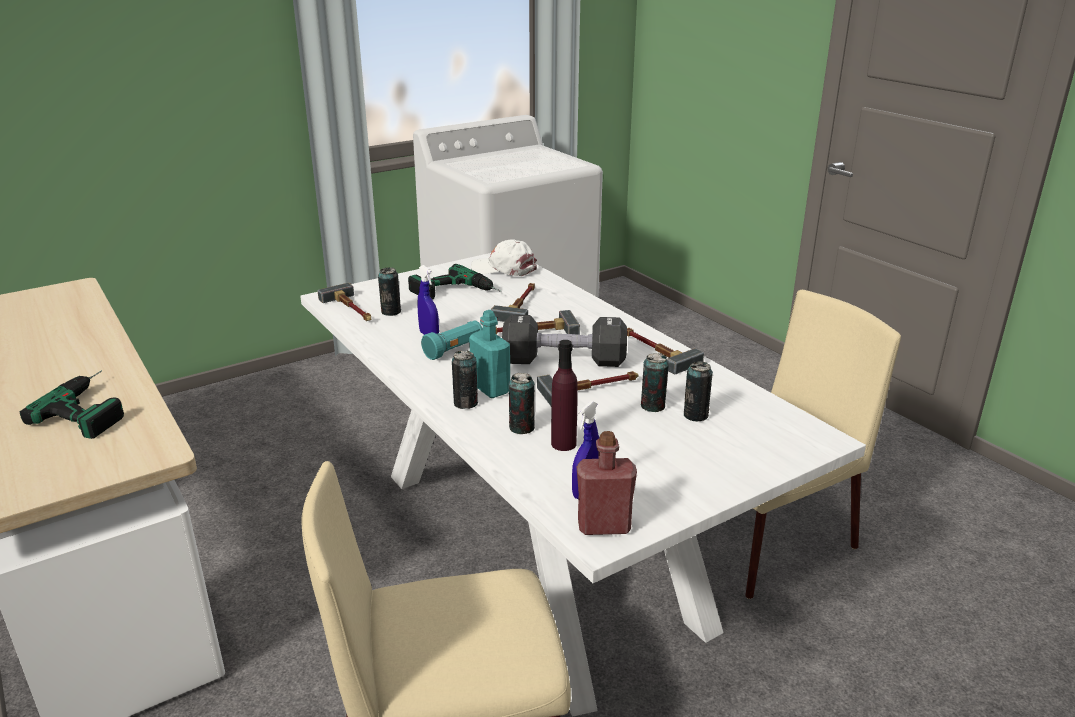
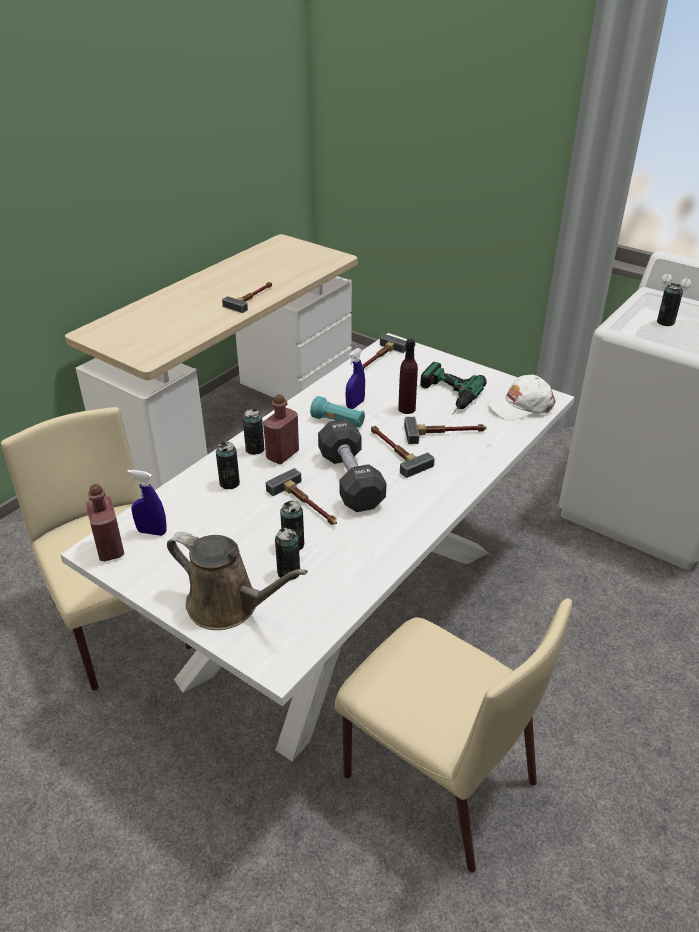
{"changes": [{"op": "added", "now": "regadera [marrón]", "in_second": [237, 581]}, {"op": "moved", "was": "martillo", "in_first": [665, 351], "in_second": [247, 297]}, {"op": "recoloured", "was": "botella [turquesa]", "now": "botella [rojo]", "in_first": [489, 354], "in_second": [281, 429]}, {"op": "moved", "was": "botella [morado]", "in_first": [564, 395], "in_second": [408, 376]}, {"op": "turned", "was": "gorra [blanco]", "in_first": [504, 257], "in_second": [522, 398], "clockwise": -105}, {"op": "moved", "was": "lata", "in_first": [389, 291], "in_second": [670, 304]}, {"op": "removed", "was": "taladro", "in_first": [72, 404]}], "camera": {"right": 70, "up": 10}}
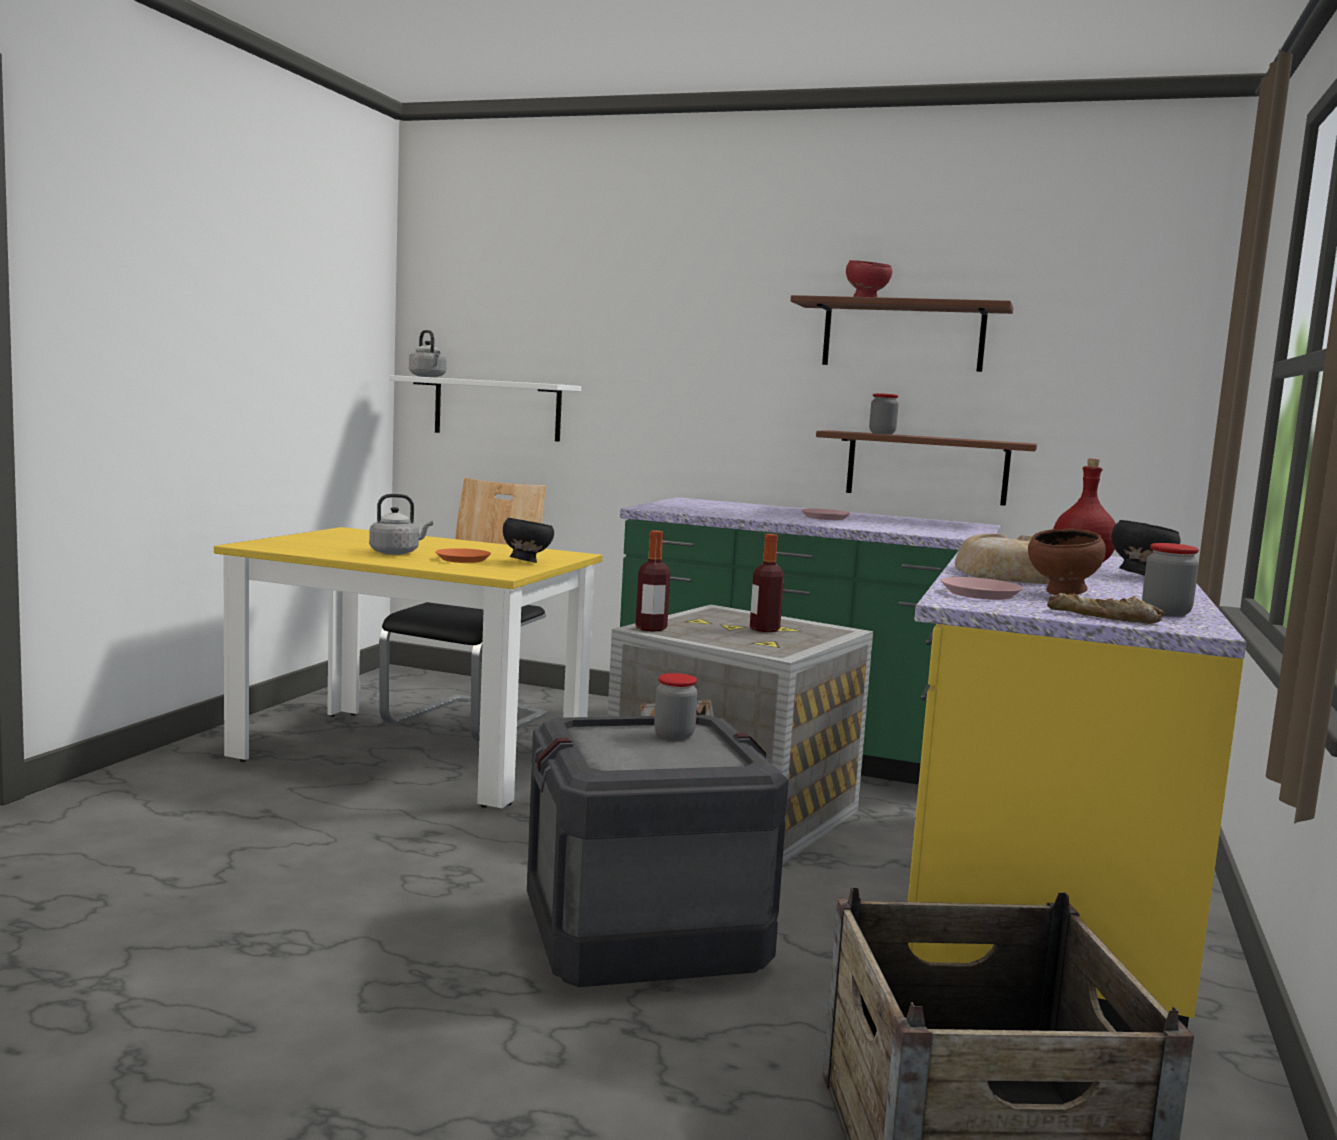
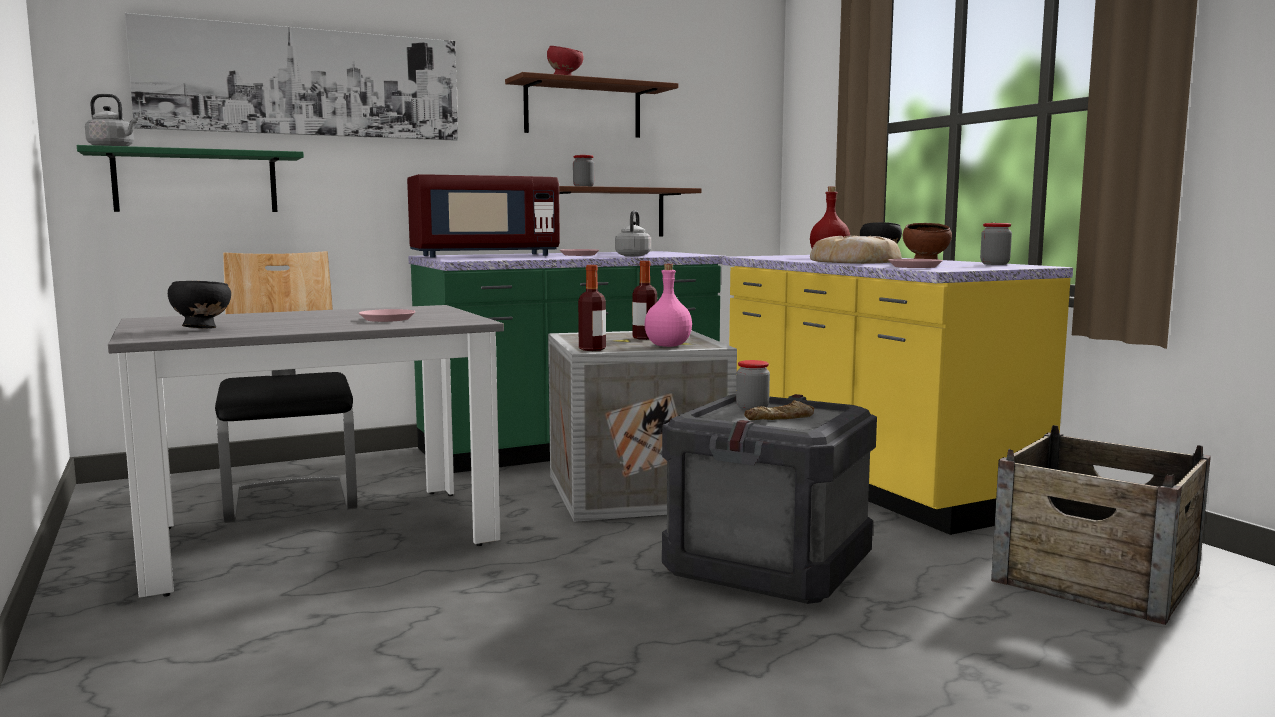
{"changes": [{"op": "recoloured", "was": "estante [blanco]", "now": "estante [verde]", "in_first": [485, 408], "in_second": [190, 178]}, {"op": "recoloured", "was": "mesa de comedor [amarillo]", "now": "mesa de comedor [gris]", "in_first": [408, 667], "in_second": [306, 451]}, {"op": "added", "now": "cuadro", "in_second": [291, 77]}, {"op": "moved", "was": "cuenco [negro]", "in_first": [528, 540], "in_second": [199, 305]}, {"op": "recoloured", "was": "plato [naranja]", "now": "plato [rosa]", "in_first": [463, 555], "in_second": [387, 315]}, {"op": "added", "now": "microondas [rojo]", "in_second": [483, 216]}, {"op": "moved", "was": "hervidor [gris]", "in_first": [401, 524], "in_second": [633, 233]}, {"op": "added", "now": "botella [rosa]", "in_second": [668, 305]}, {"op": "moved", "was": "pan", "in_first": [1106, 608], "in_second": [779, 410]}], "camera": {"right": -45, "up": 0}}
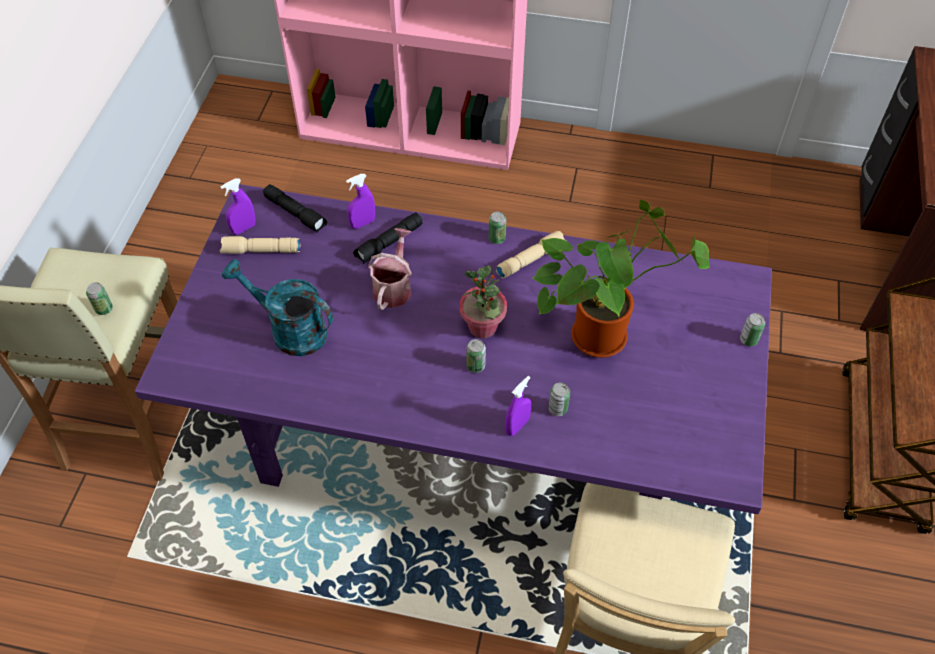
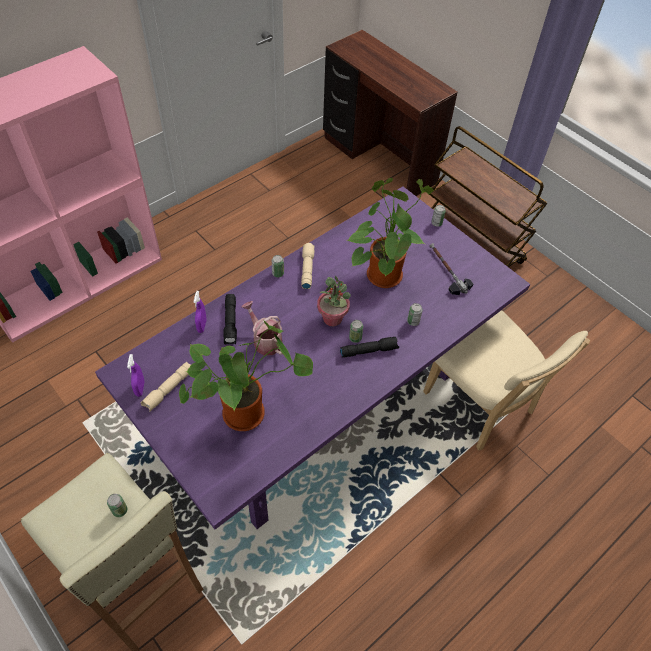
{"changes": [{"op": "replaced", "was": "regadera [turquesa]", "now": "planta en maceta", "in_first": [277, 307], "in_second": [246, 375]}, {"op": "moved", "was": "linterna [negro]", "in_first": [295, 208], "in_second": [369, 347]}, {"op": "added", "now": "martillo", "in_second": [451, 269]}, {"op": "removed", "was": "pulverizador [morado]", "in_first": [518, 406]}], "camera": {"right": -55, "up": 0}}
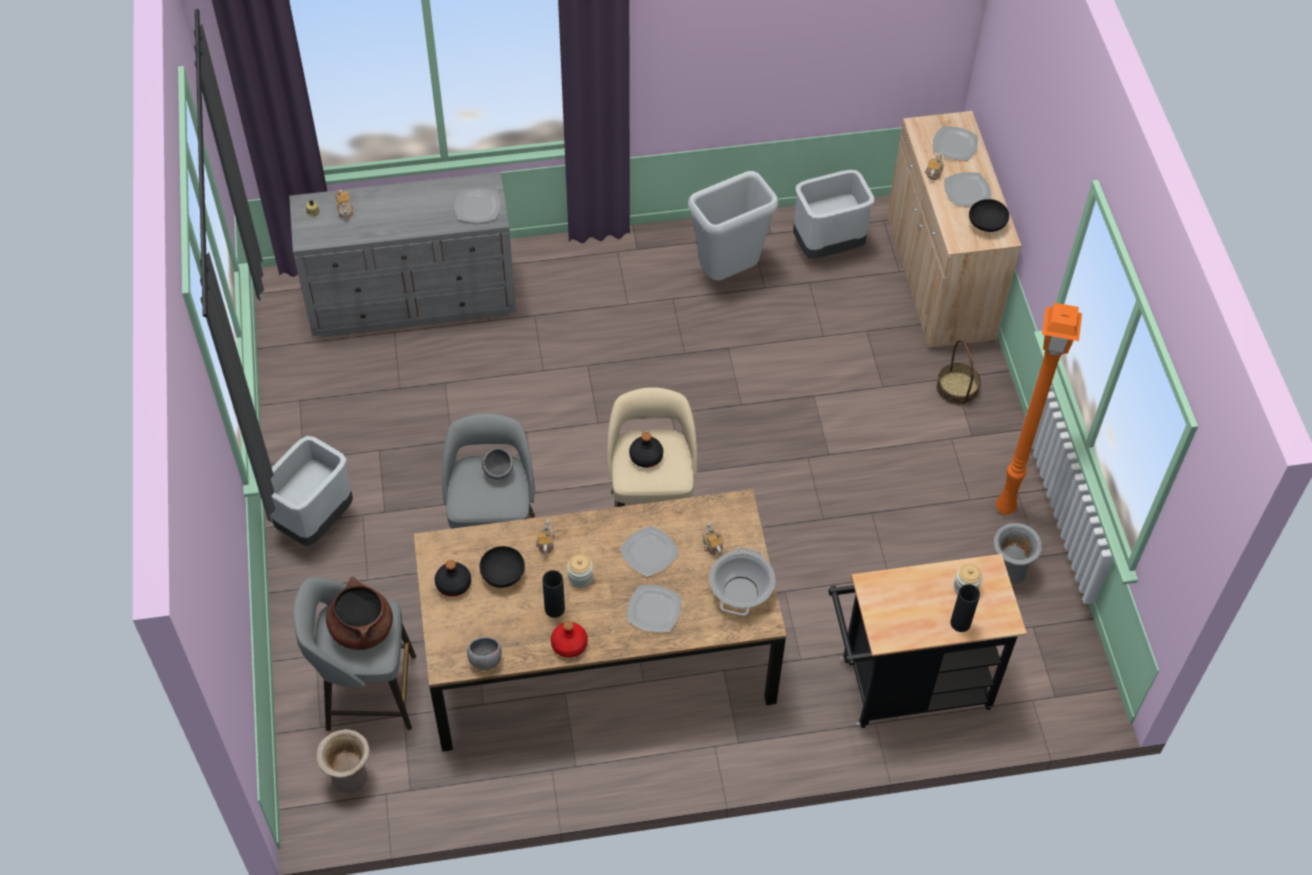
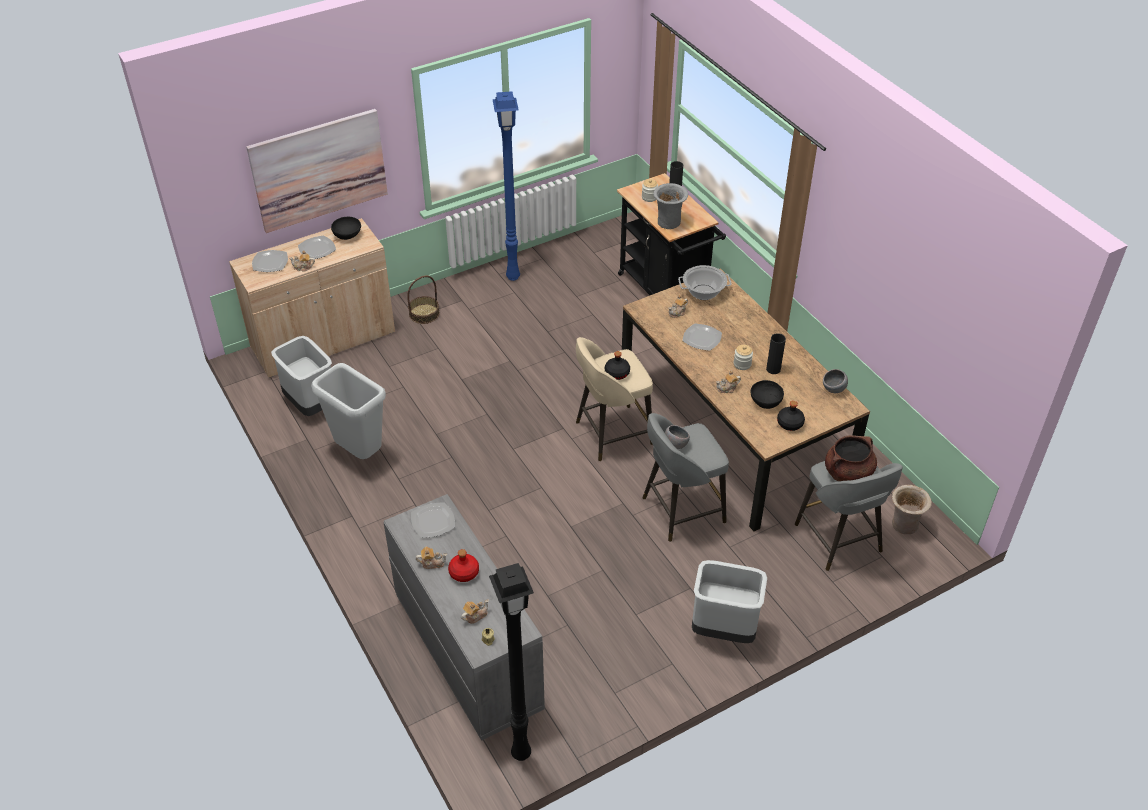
{"changes": [{"op": "added", "now": "cuadro", "in_second": [317, 171]}, {"op": "added", "now": "tetera", "in_second": [431, 558]}, {"op": "moved", "was": "botella [rojo]", "in_first": [569, 639], "in_second": [463, 565]}, {"op": "added", "now": "lámpara de pie [negro]", "in_second": [511, 662]}, {"op": "recoloured", "was": "lámpara de pie [naranja]", "now": "lámpara de pie [azul]", "in_first": [1039, 409], "in_second": [506, 186]}, {"op": "moved", "was": "florero [gris]", "in_first": [1018, 553], "in_second": [670, 206]}, {"op": "removed", "was": "plato", "in_first": [654, 608]}], "camera": {"right": -110, "up": -10}}
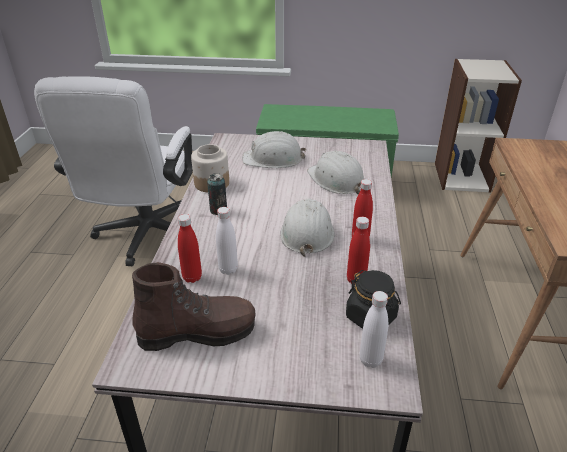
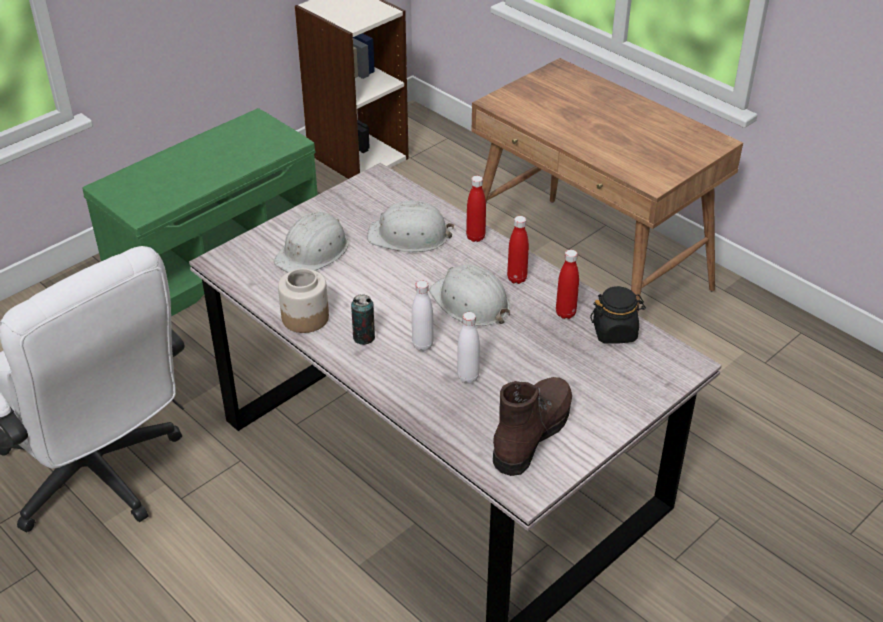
{"changes": [{"op": "moved", "was": "botella [blanco]", "in_first": [374, 329], "in_second": [423, 315]}, {"op": "moved", "was": "botella [rojo]", "in_first": [190, 248], "in_second": [476, 209]}], "camera": {"right": -50, "up": 5}}
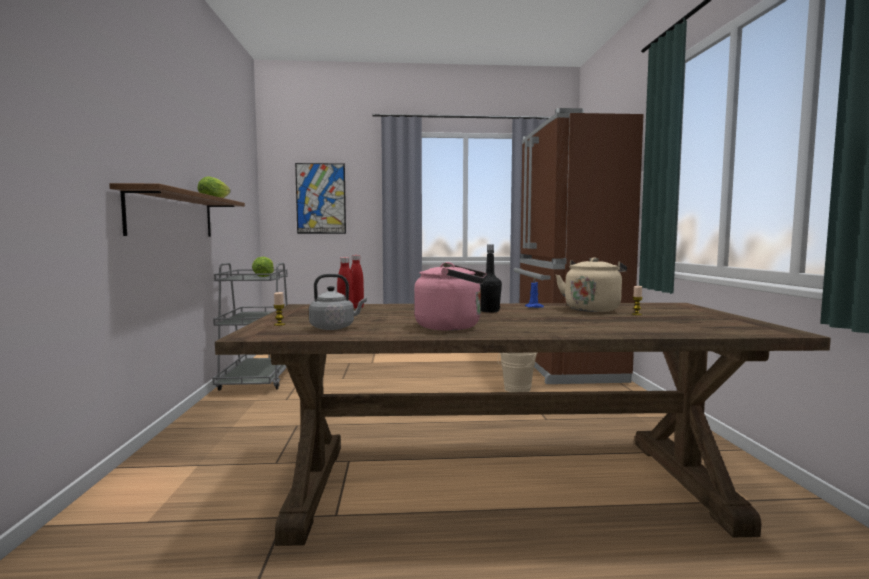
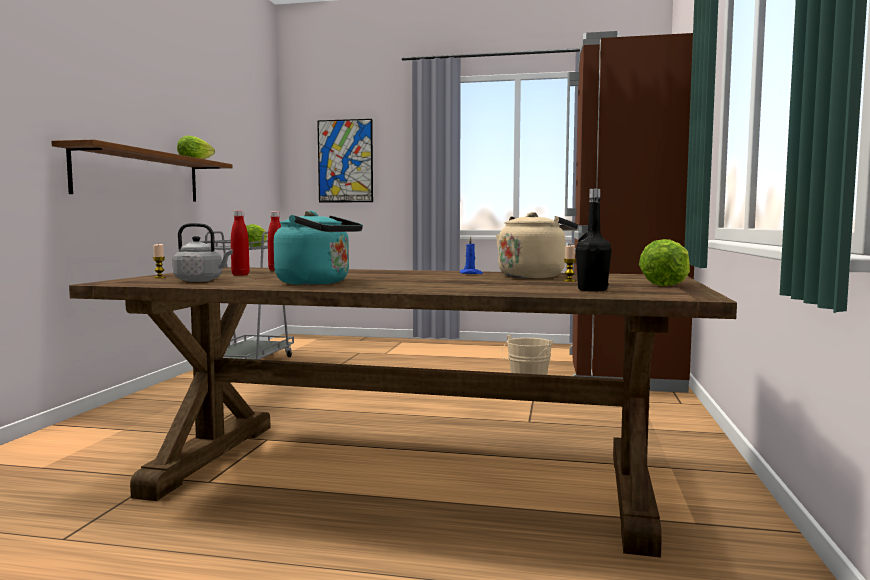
{"changes": [{"op": "recoloured", "was": "hervidor [rosa]", "now": "hervidor [turquesa]", "in_first": [450, 296], "in_second": [318, 248]}, {"op": "moved", "was": "botella [negro]", "in_first": [491, 278], "in_second": [594, 240]}, {"op": "added", "now": "lechuga", "in_second": [664, 262]}], "camera": {"right": 15, "up": 0}}
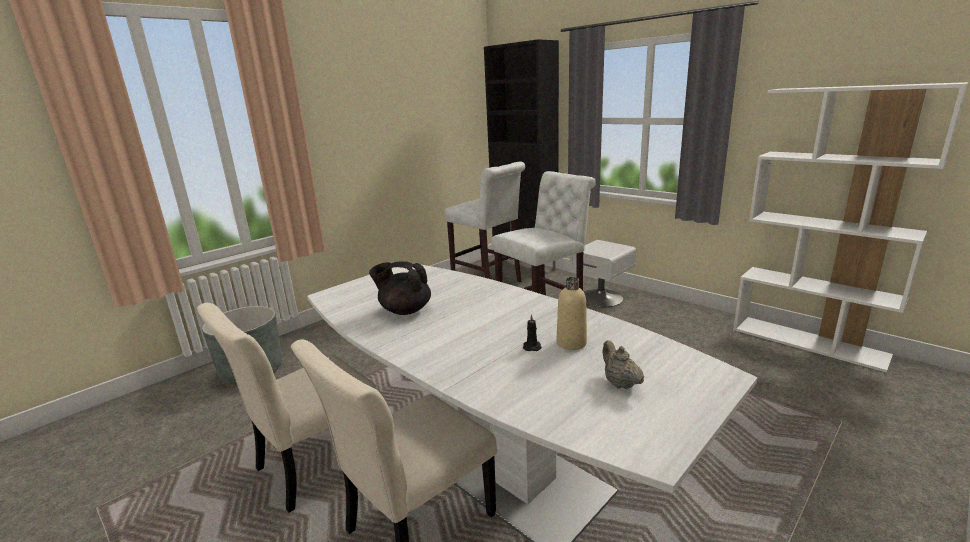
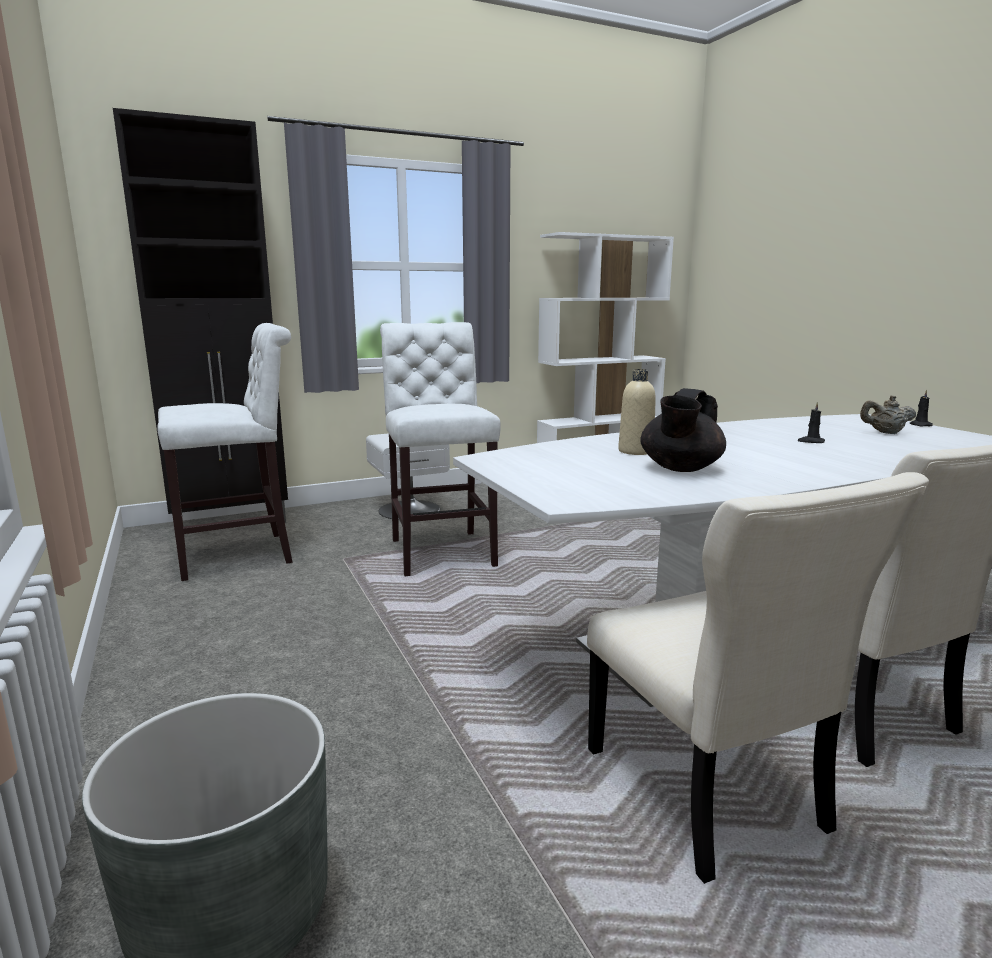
{"changes": [{"op": "moved", "was": "botella [beis]", "in_first": [572, 313], "in_second": [637, 412]}, {"op": "added", "now": "vela [negro]", "in_second": [921, 408]}], "camera": {"right": -70, "up": -5}}
